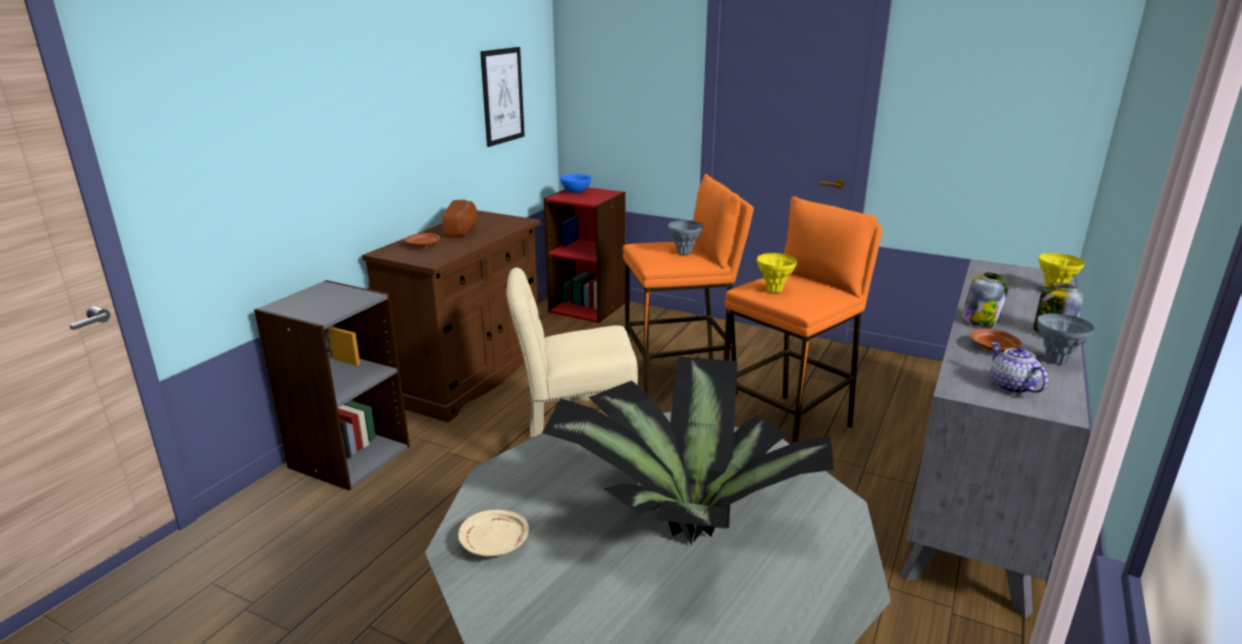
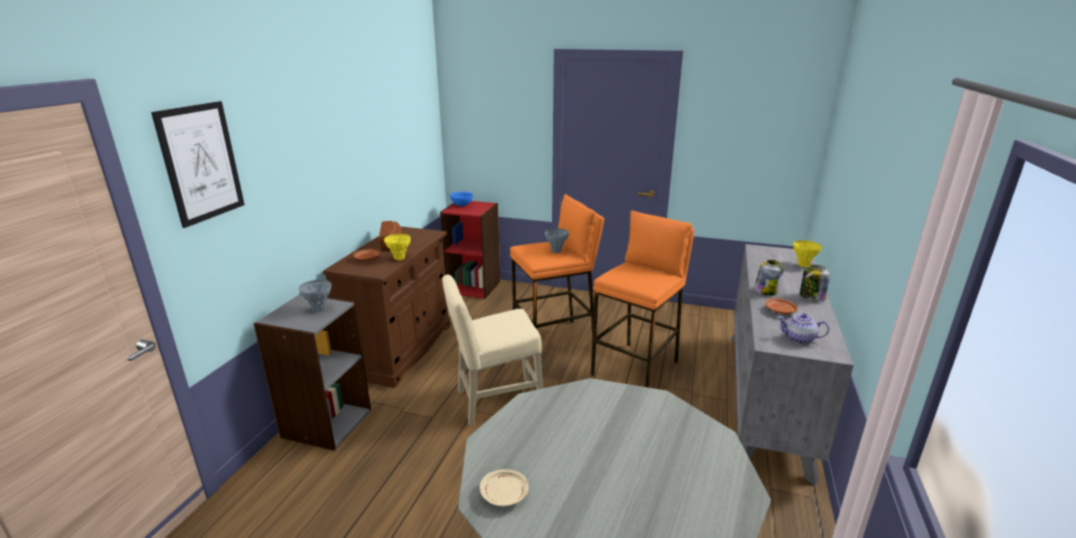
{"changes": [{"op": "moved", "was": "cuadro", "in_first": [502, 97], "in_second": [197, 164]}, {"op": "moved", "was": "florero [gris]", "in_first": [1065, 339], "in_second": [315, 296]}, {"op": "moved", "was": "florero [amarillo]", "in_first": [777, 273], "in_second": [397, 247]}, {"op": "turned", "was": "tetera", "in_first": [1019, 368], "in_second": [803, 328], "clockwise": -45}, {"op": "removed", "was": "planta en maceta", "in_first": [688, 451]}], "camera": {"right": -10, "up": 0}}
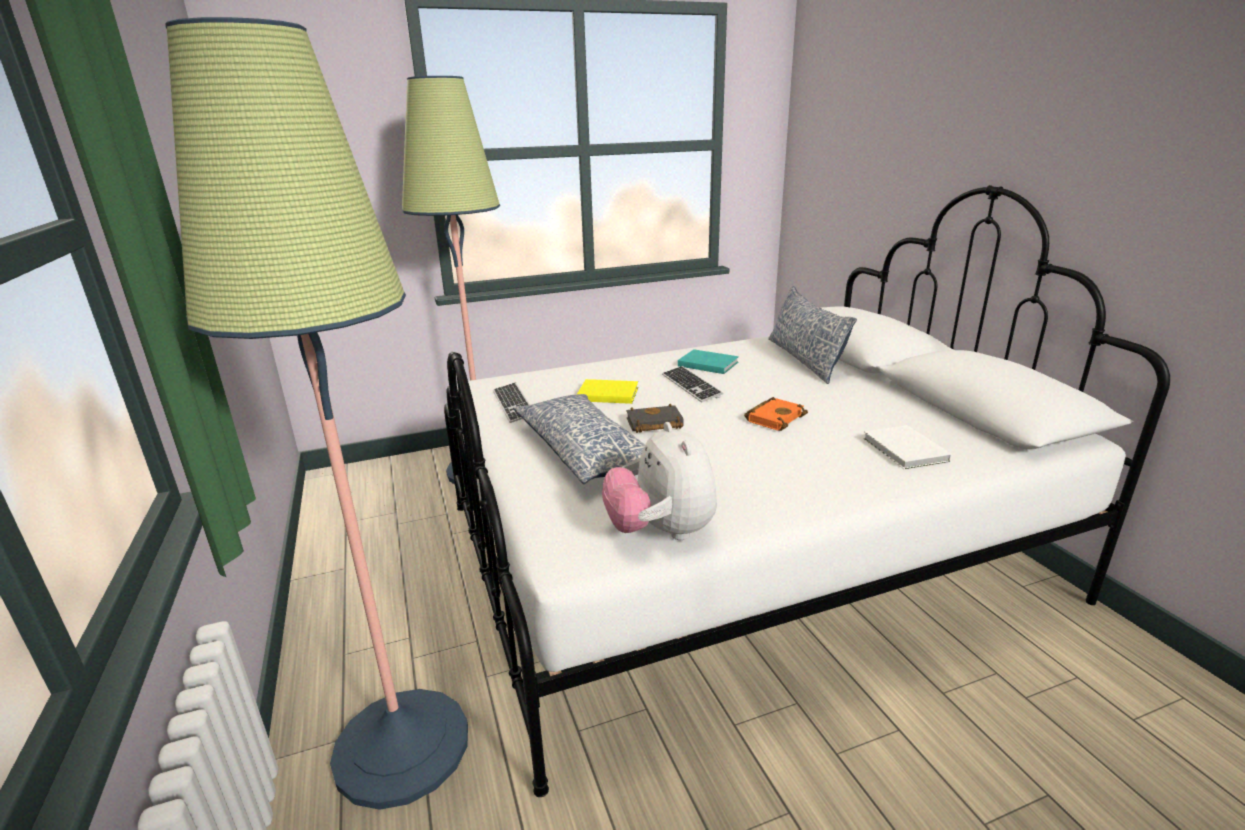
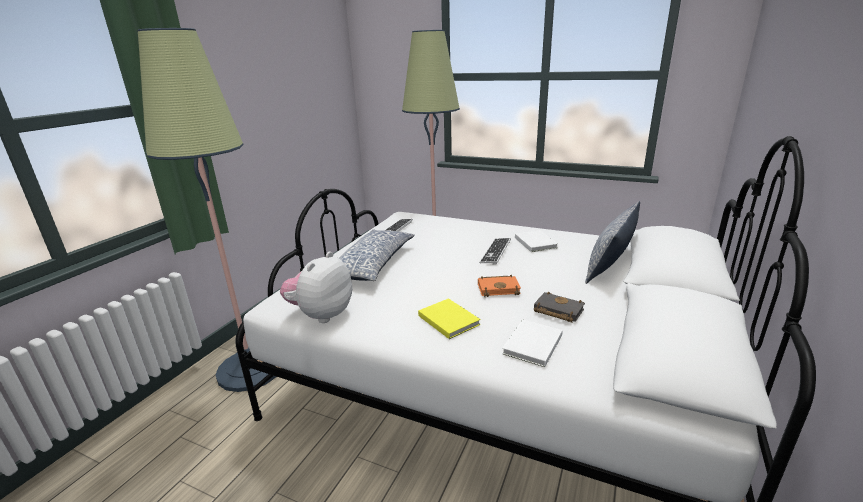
{"changes": [{"op": "moved", "was": "libro [amarillo]", "in_first": [607, 391], "in_second": [449, 318]}, {"op": "recoloured", "was": "libro [turquesa]", "now": "libro [blanco]", "in_first": [708, 361], "in_second": [536, 241]}, {"op": "moved", "was": "libro [negro]", "in_first": [654, 418], "in_second": [559, 307]}], "camera": {"right": 45, "up": 0}}
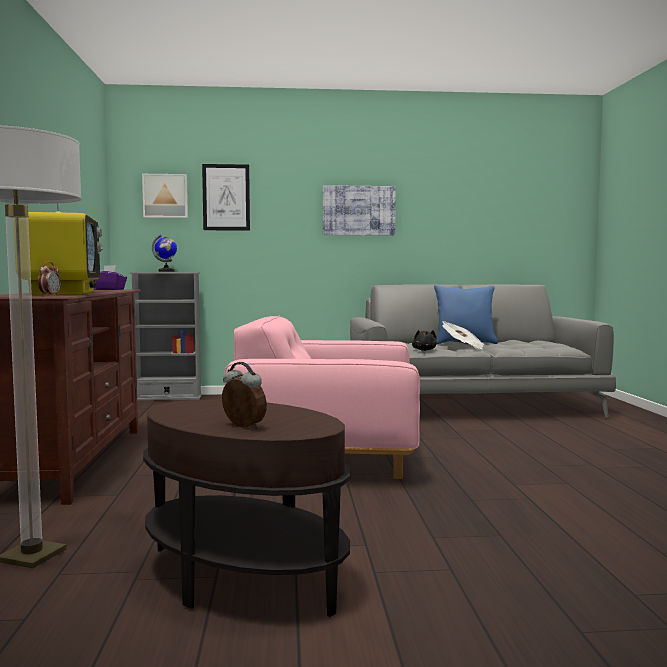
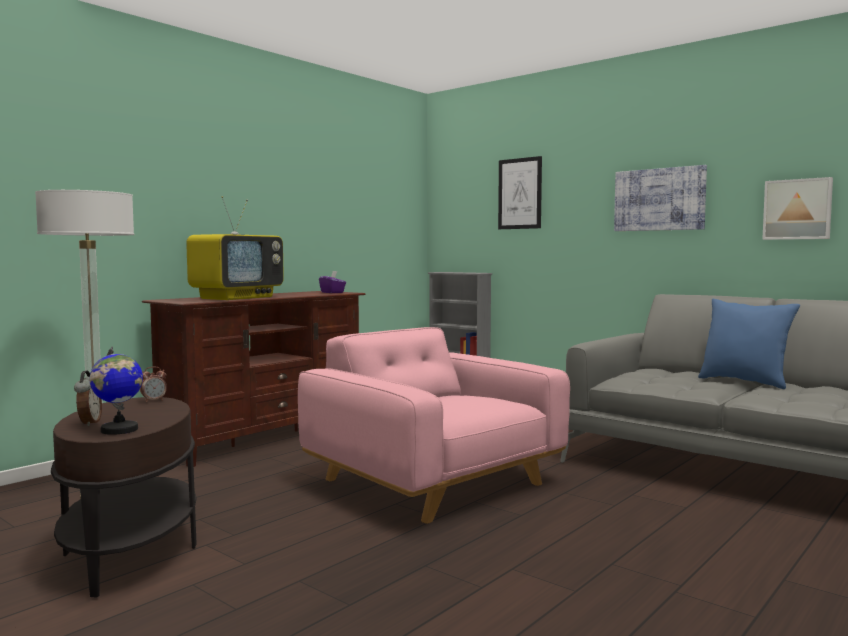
{"changes": [{"op": "moved", "was": "globo terráqueo", "in_first": [164, 253], "in_second": [116, 391]}, {"op": "moved", "was": "despertador", "in_first": [49, 279], "in_second": [153, 384]}, {"op": "moved", "was": "cuadro", "in_first": [165, 196], "in_second": [797, 208]}, {"op": "removed", "was": "peluche [negro]", "in_first": [424, 340]}, {"op": "removed", "was": "periódico", "in_first": [463, 335]}], "camera": {"right": 45, "up": 0}}
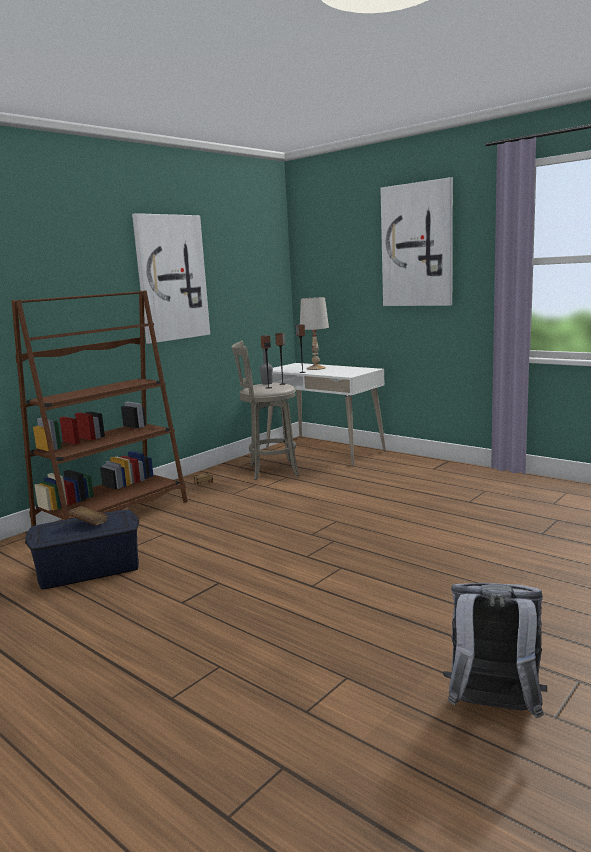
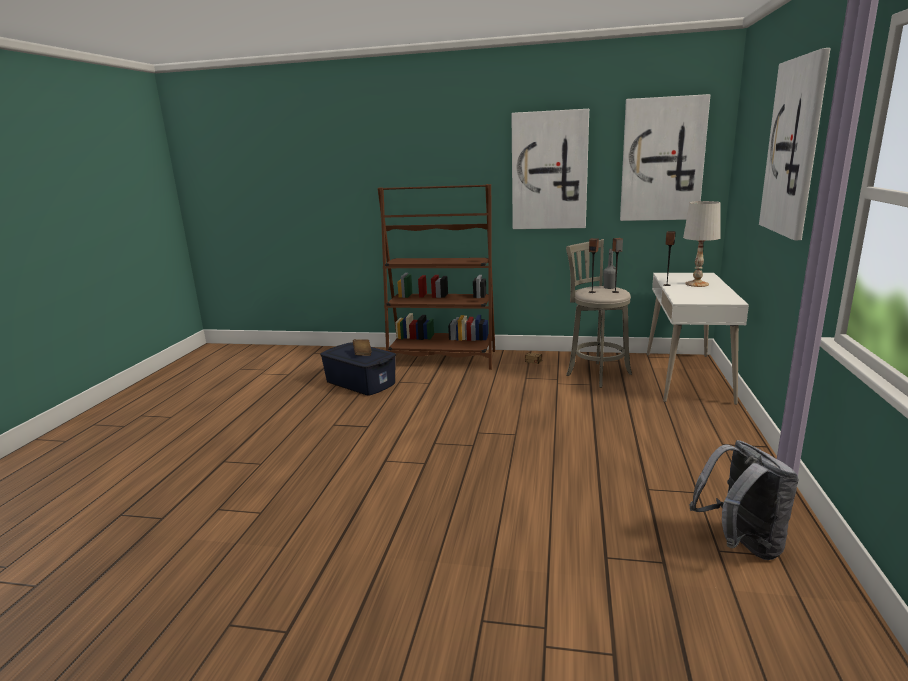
{"changes": [{"op": "added", "now": "cuadro", "in_second": [665, 157]}, {"op": "moved", "was": "mochila [gris]", "in_first": [494, 650], "in_second": [744, 500]}], "camera": {"right": 60, "up": 5}}
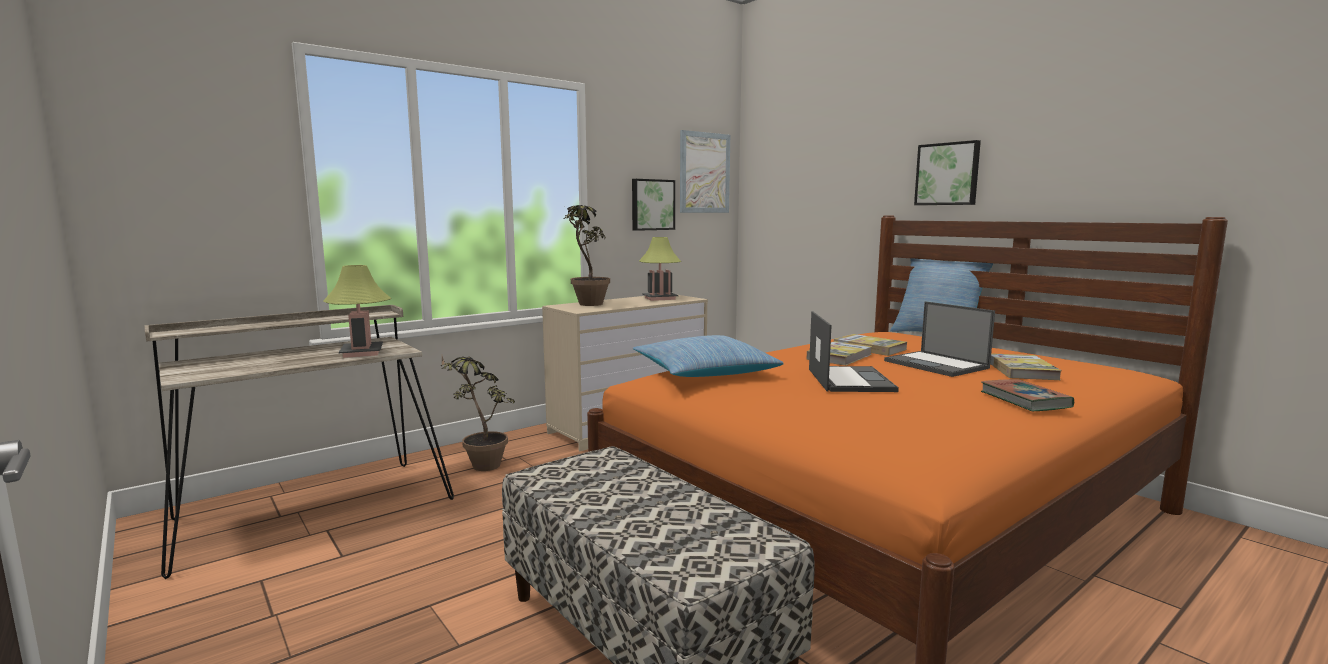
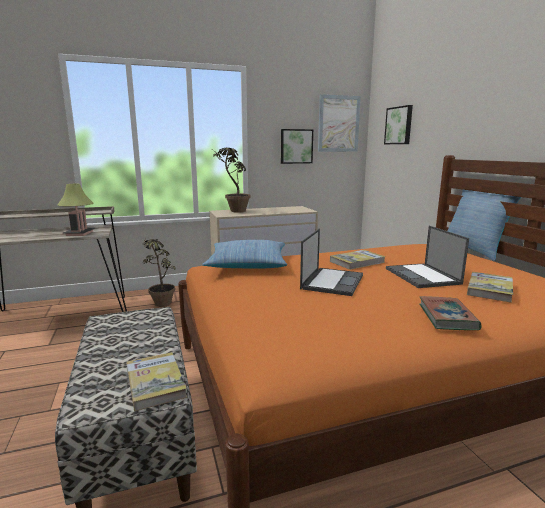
{"changes": [{"op": "moved", "was": "libro", "in_first": [870, 345], "in_second": [156, 381]}, {"op": "moved", "was": "cuadro", "in_first": [947, 172], "in_second": [398, 124]}, {"op": "removed", "was": "lámpara de mesa", "in_first": [660, 269]}], "camera": {"right": 20, "up": 5}}
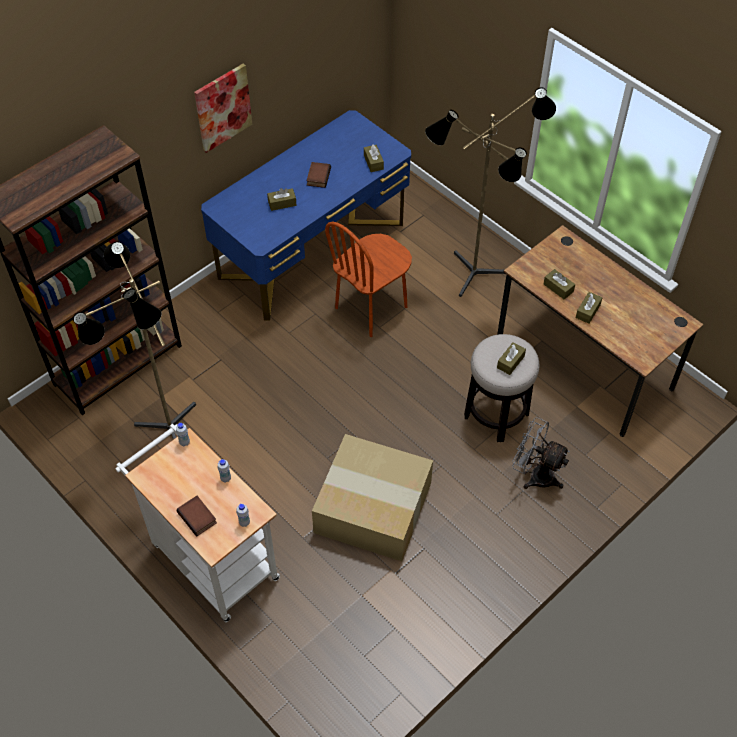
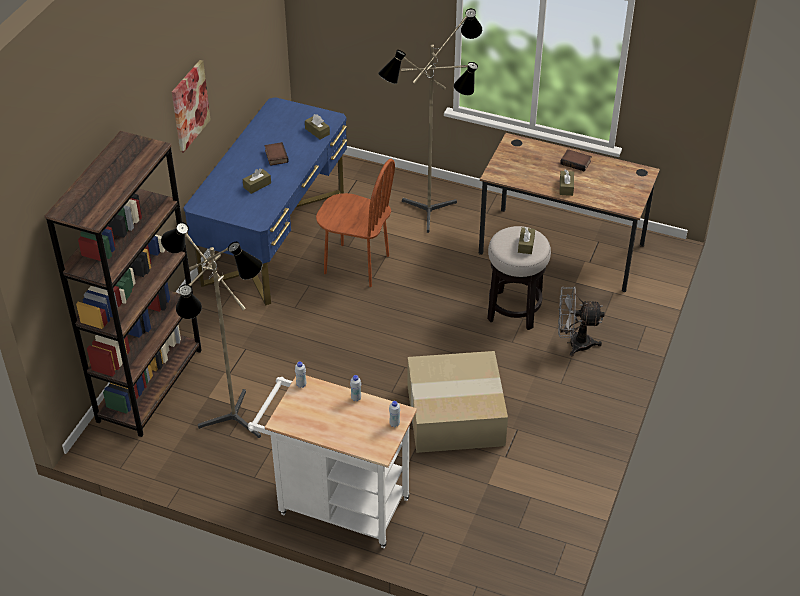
{"changes": [{"op": "turned", "was": "silla [marrón]", "in_first": [368, 279], "in_second": [355, 223], "clockwise": -90}, {"op": "moved", "was": "libro", "in_first": [196, 516], "in_second": [576, 160]}, {"op": "removed", "was": "caja de pañuelos [marrón]", "in_first": [559, 284]}], "camera": {"right": -25, "up": -10}}
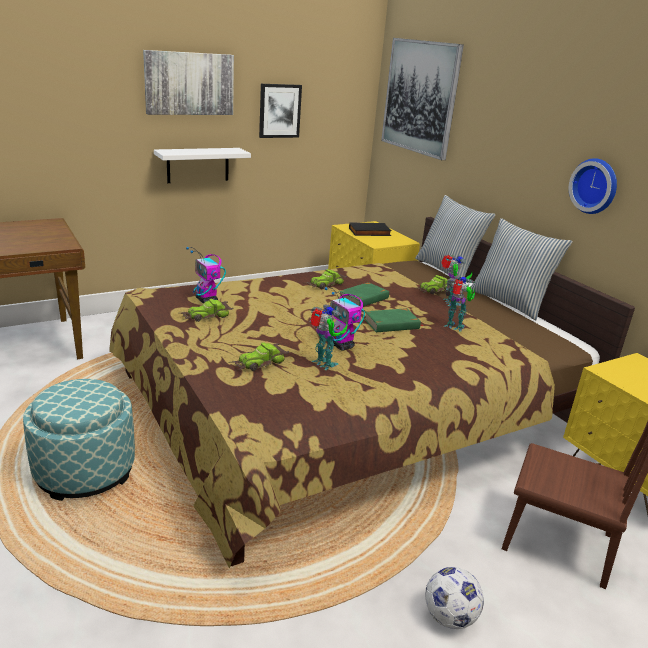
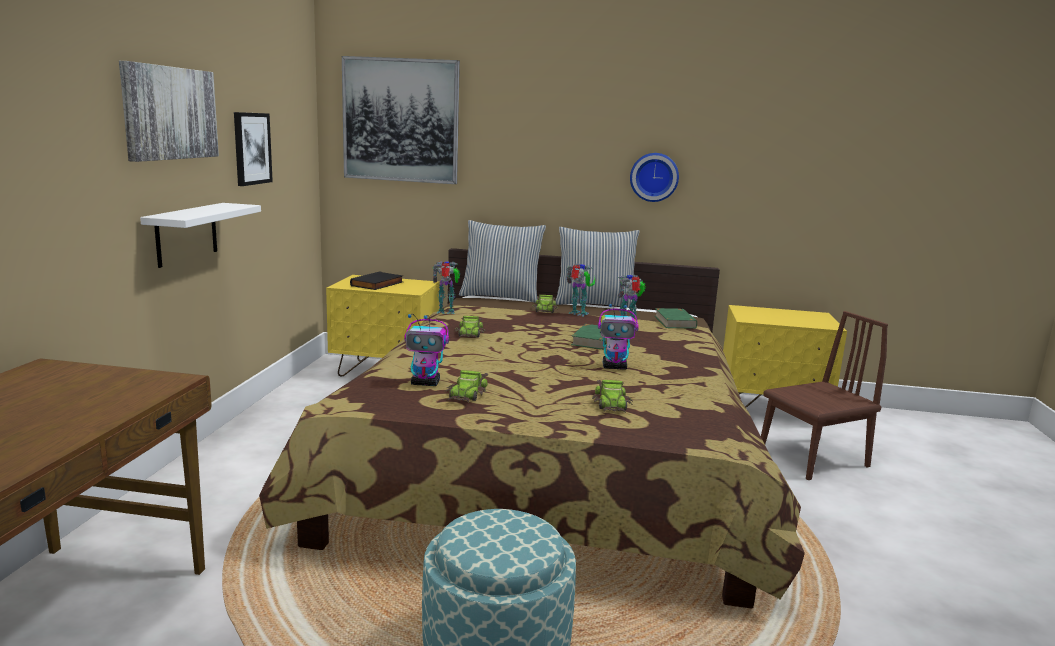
{"changes": [{"op": "moved", "was": "robot de juguete", "in_first": [329, 337], "in_second": [446, 287]}, {"op": "moved", "was": "libro [verde]", "in_first": [363, 294], "in_second": [676, 318]}, {"op": "removed", "was": "balón de fútbol", "in_first": [454, 598]}], "camera": {"right": -50, "up": -10}}
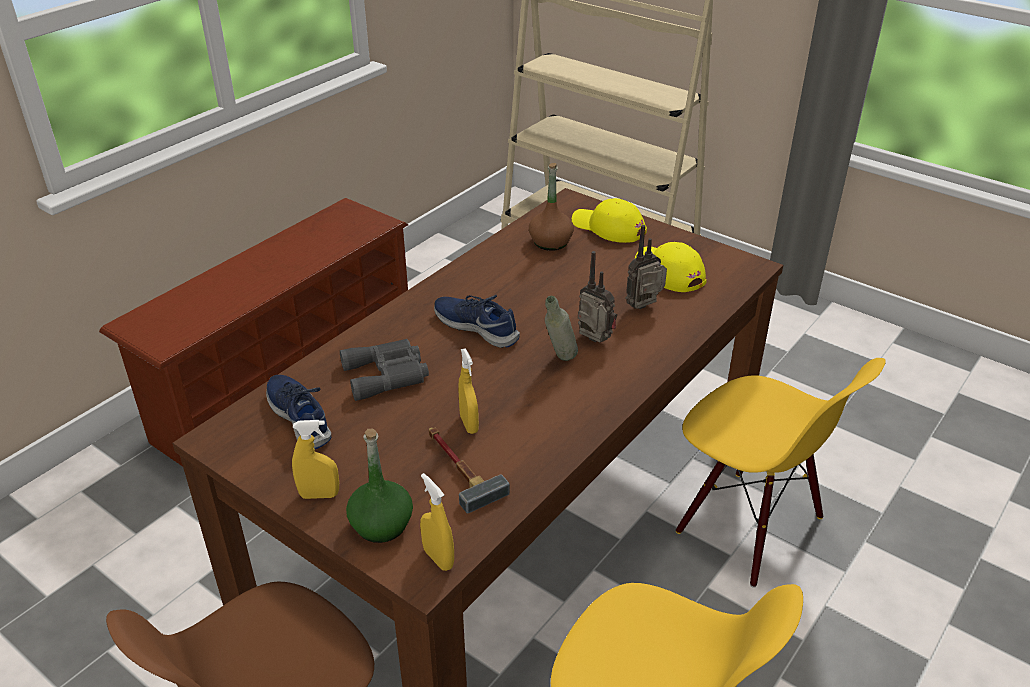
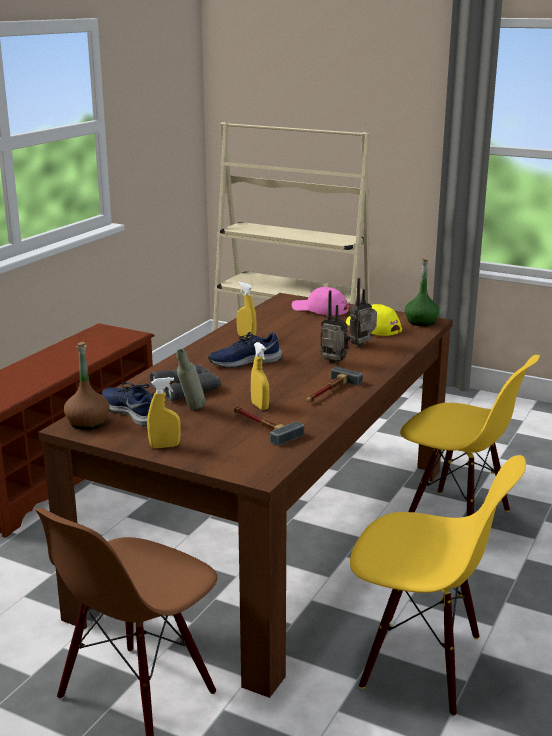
{"changes": [{"op": "moved", "was": "botella [marrón]", "in_first": [551, 207], "in_second": [86, 386]}, {"op": "moved", "was": "botella [gris]", "in_first": [561, 328], "in_second": [191, 379]}, {"op": "turned", "was": "zapato [azul]", "in_first": [477, 321], "in_second": [245, 350], "clockwise": -45}, {"op": "moved", "was": "pulverizador [amarillo]", "in_first": [437, 522], "in_second": [246, 310]}, {"op": "recoloured", "was": "gorra [amarillo]", "now": "gorra [rosa]", "in_first": [609, 220], "in_second": [320, 301]}, {"op": "added", "now": "martillo", "in_second": [335, 384]}, {"op": "moved", "was": "botella [verde]", "in_first": [379, 486], "in_second": [422, 292]}], "camera": {"right": -10, "up": -15}}
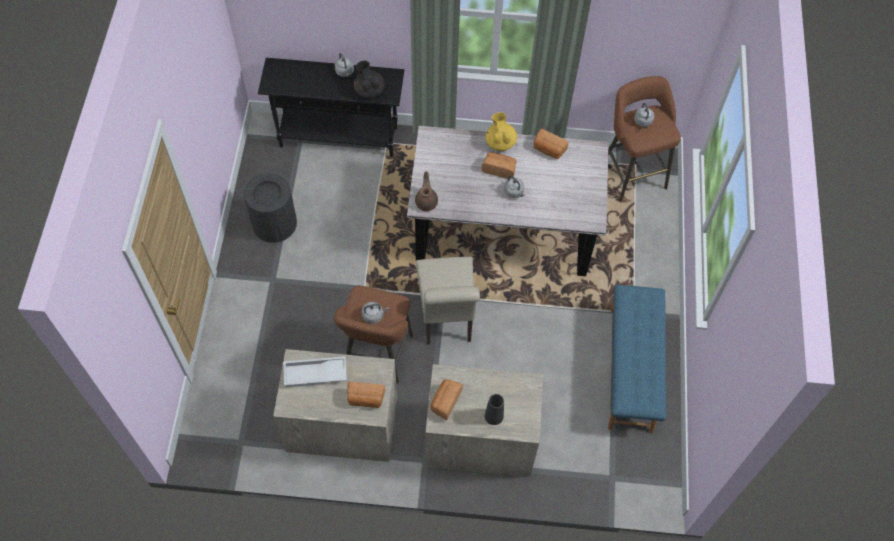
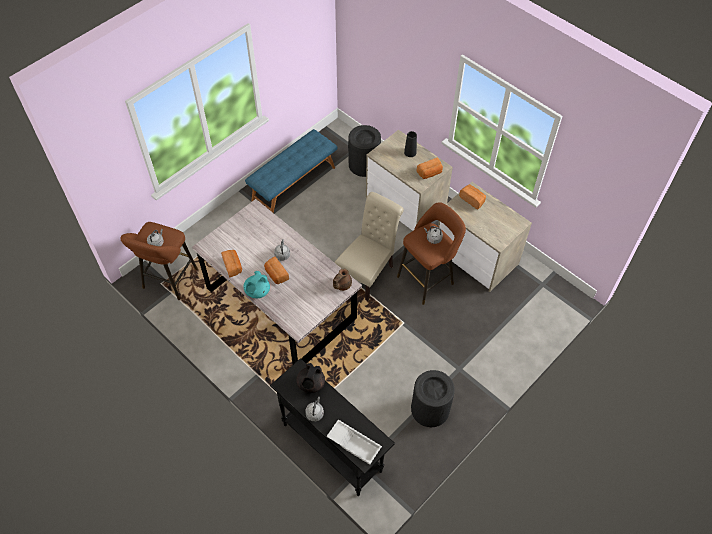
{"changes": [{"op": "recoloured", "was": "tetera [amarillo]", "now": "tetera [turquesa]", "in_first": [501, 131], "in_second": [257, 284]}, {"op": "moved", "was": "bandeja [blanco]", "in_first": [315, 372], "in_second": [354, 442]}, {"op": "added", "now": "papelera [negro]", "in_second": [364, 151]}], "camera": {"right": -140, "up": -5}}
